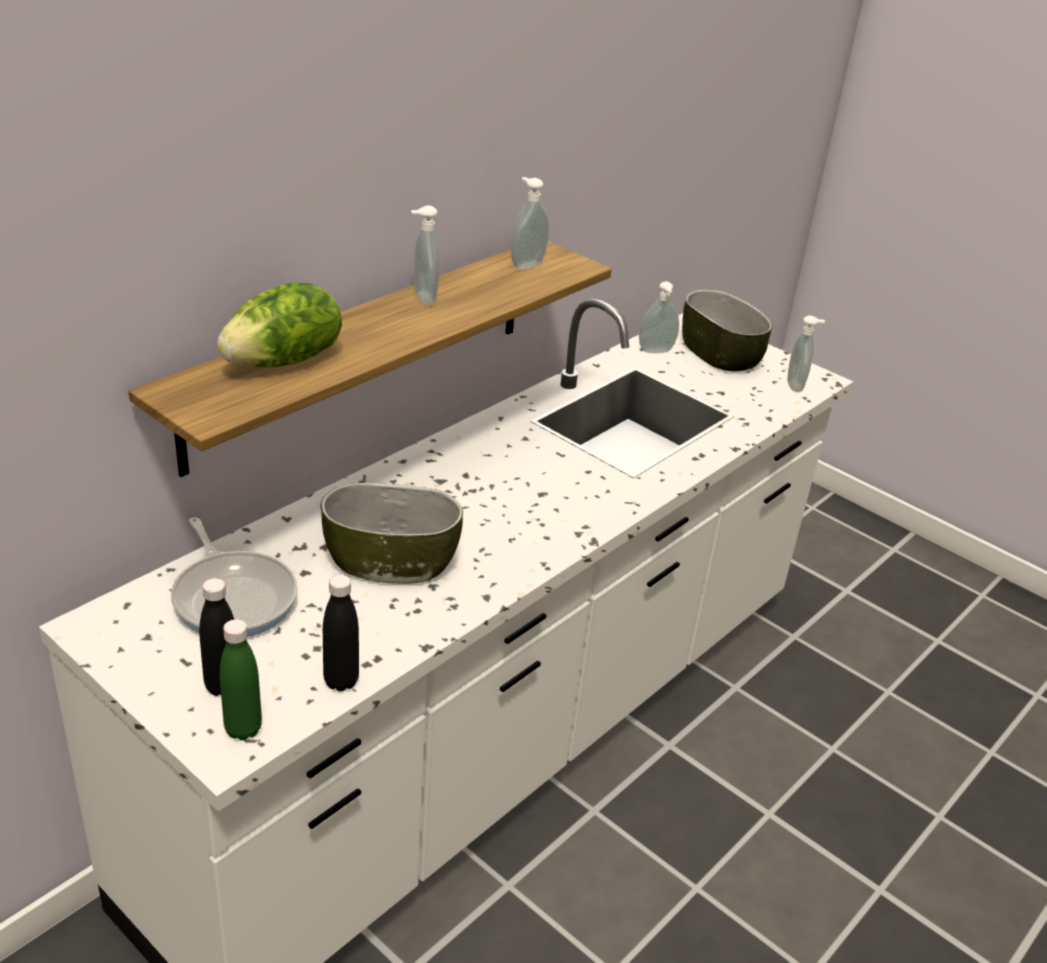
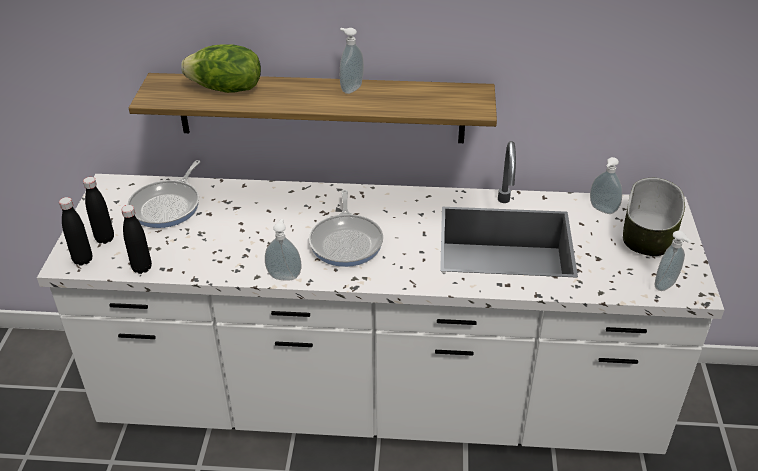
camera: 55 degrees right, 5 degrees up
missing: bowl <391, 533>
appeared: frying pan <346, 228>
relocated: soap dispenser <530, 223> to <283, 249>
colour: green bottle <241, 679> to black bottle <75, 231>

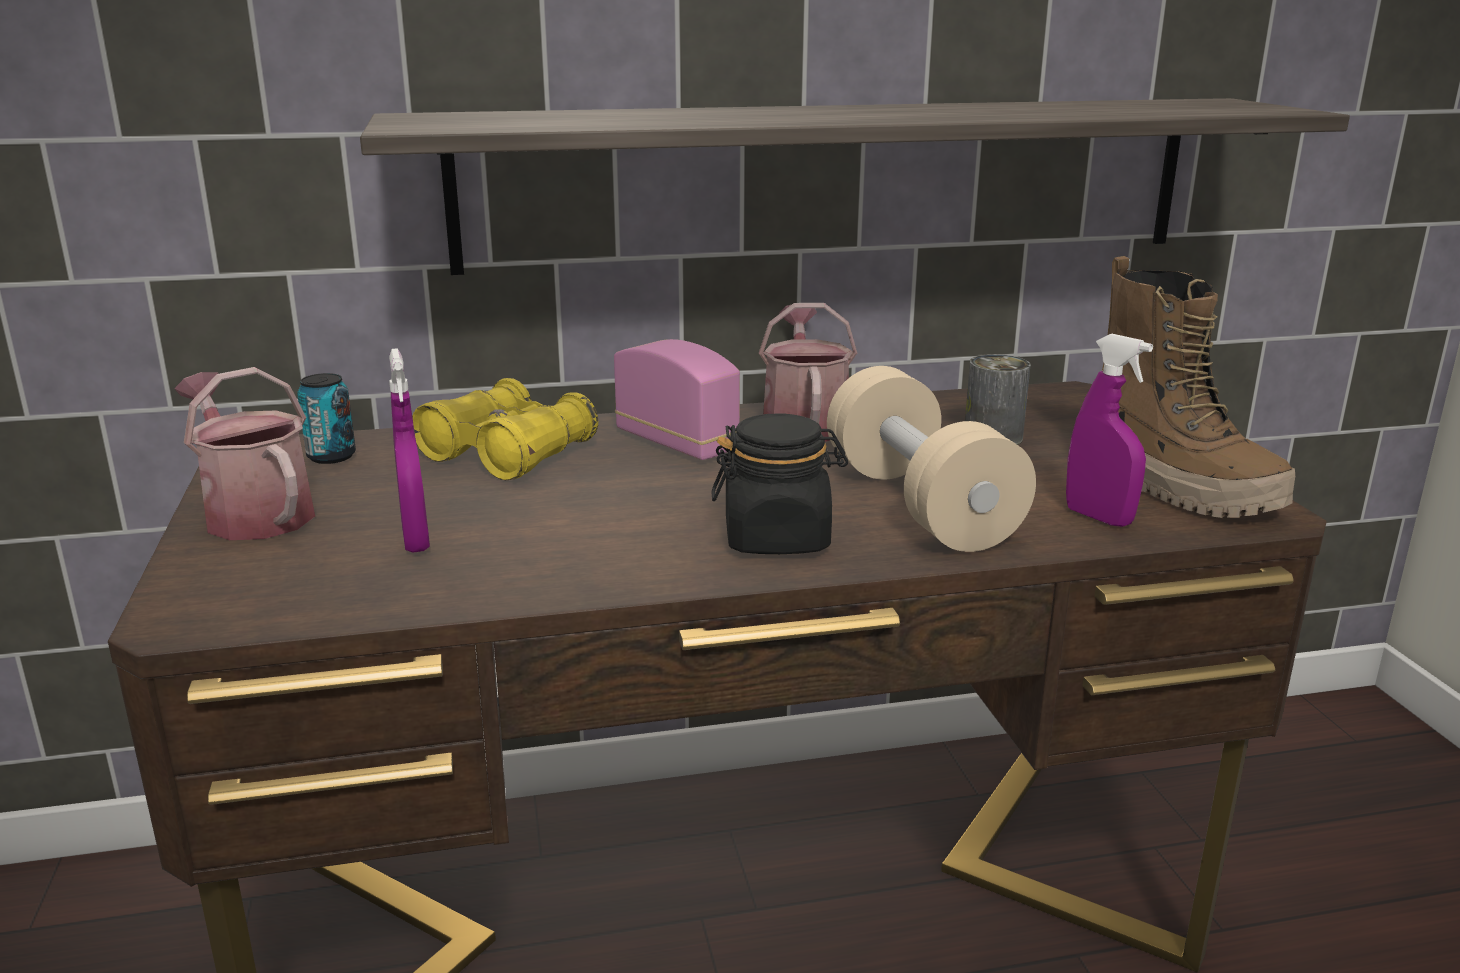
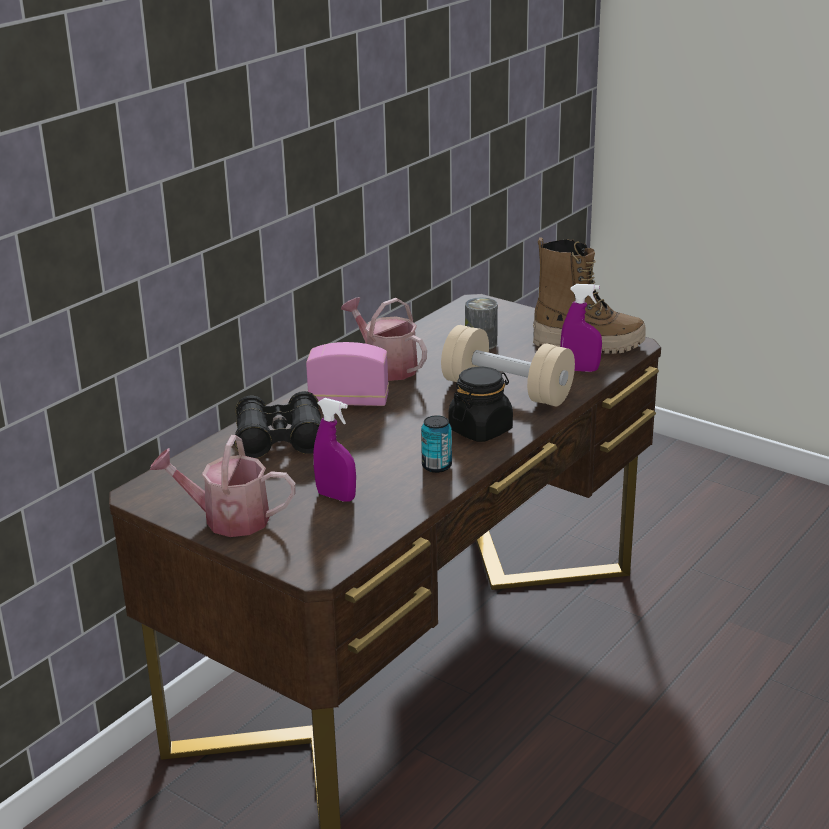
camera: 40 degrees left, 5 degrees up
missing: shelf <855, 186>
relocated: can <326, 418> to <436, 444>
colour: yellow binoculars <505, 429> to black binoculars <277, 424>

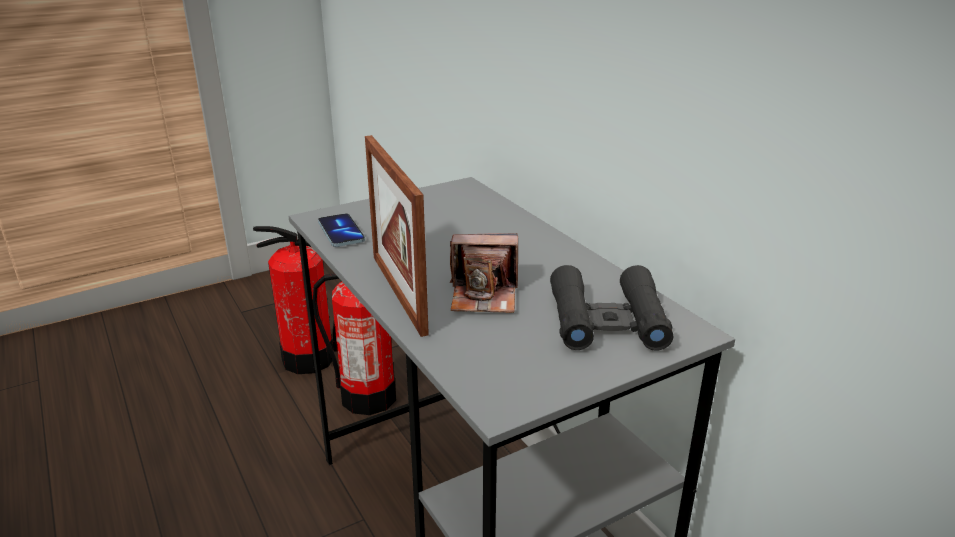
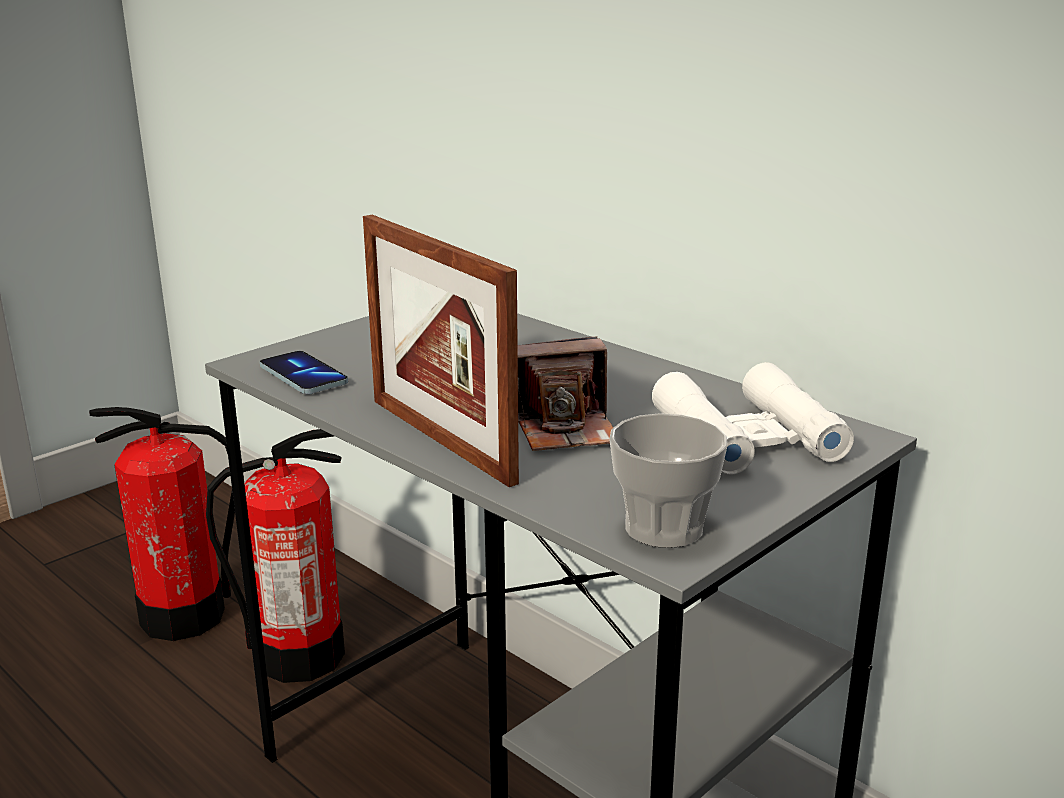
camera: 15 degrees left, 5 degrees down
appeared: cup <668, 480>
colour: black binoculars <611, 308> to white binoculars <753, 418>

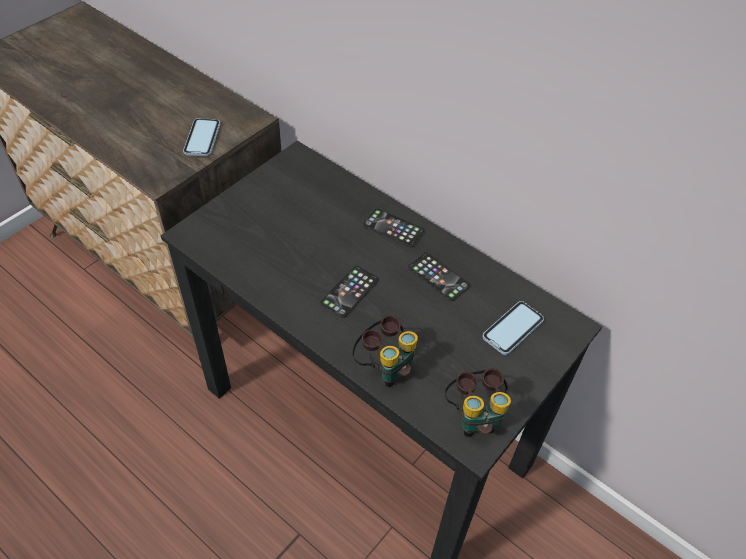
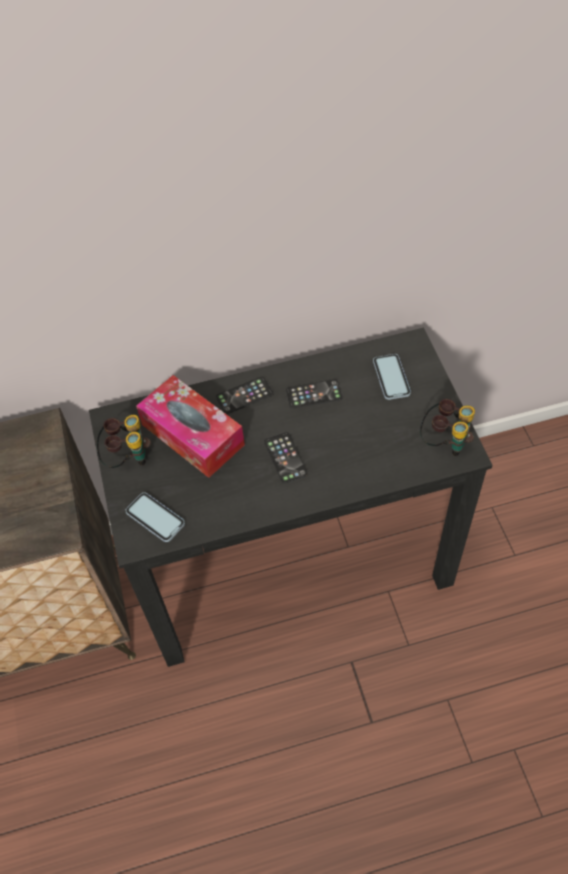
camera: 50 degrees left, 5 degrees up
appeared: tissue box <190, 426>
relocated: phone <201, 137> to <155, 517>; binoculars <385, 351> to <123, 441>

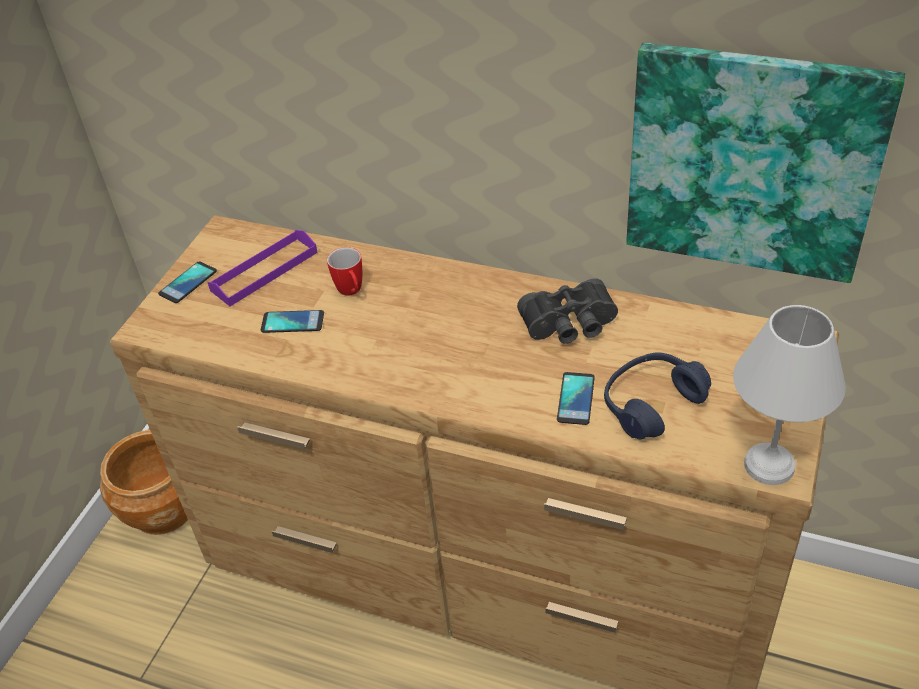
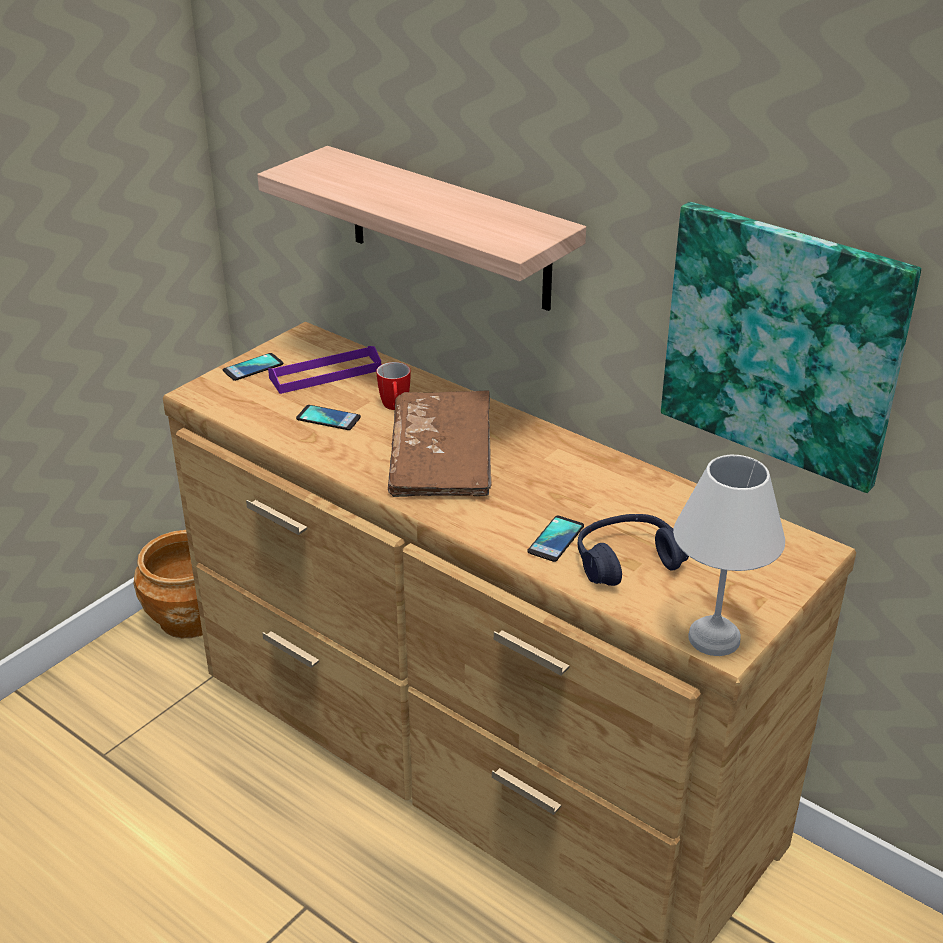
camera: 15 degrees right, 10 degrees down
missing: black binoculars <567, 310>
appeared: shelf <421, 228>; brown book <440, 443>

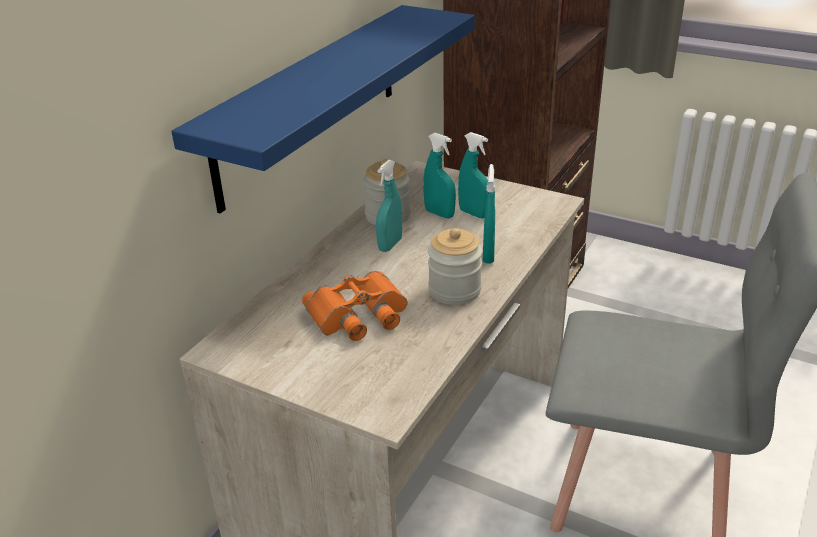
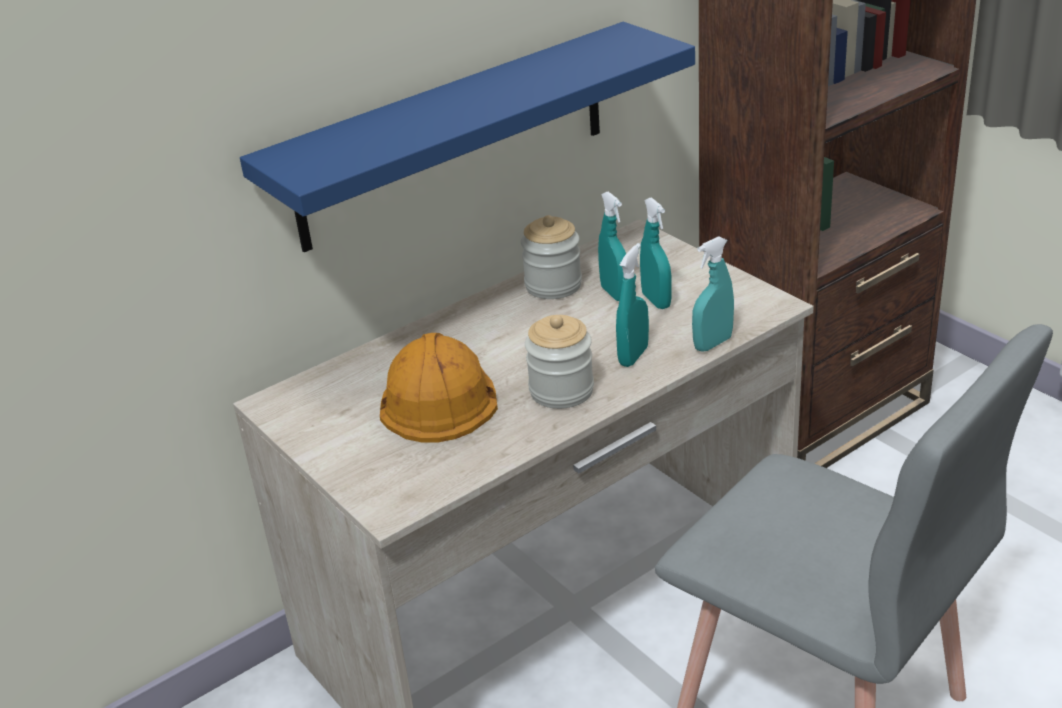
camera: 25 degrees right, 0 degrees up
relocated: turquoise spray bottle <389, 206> to <713, 294>
exchanged: orange binoculars <355, 306> to orange hard hat <439, 387>

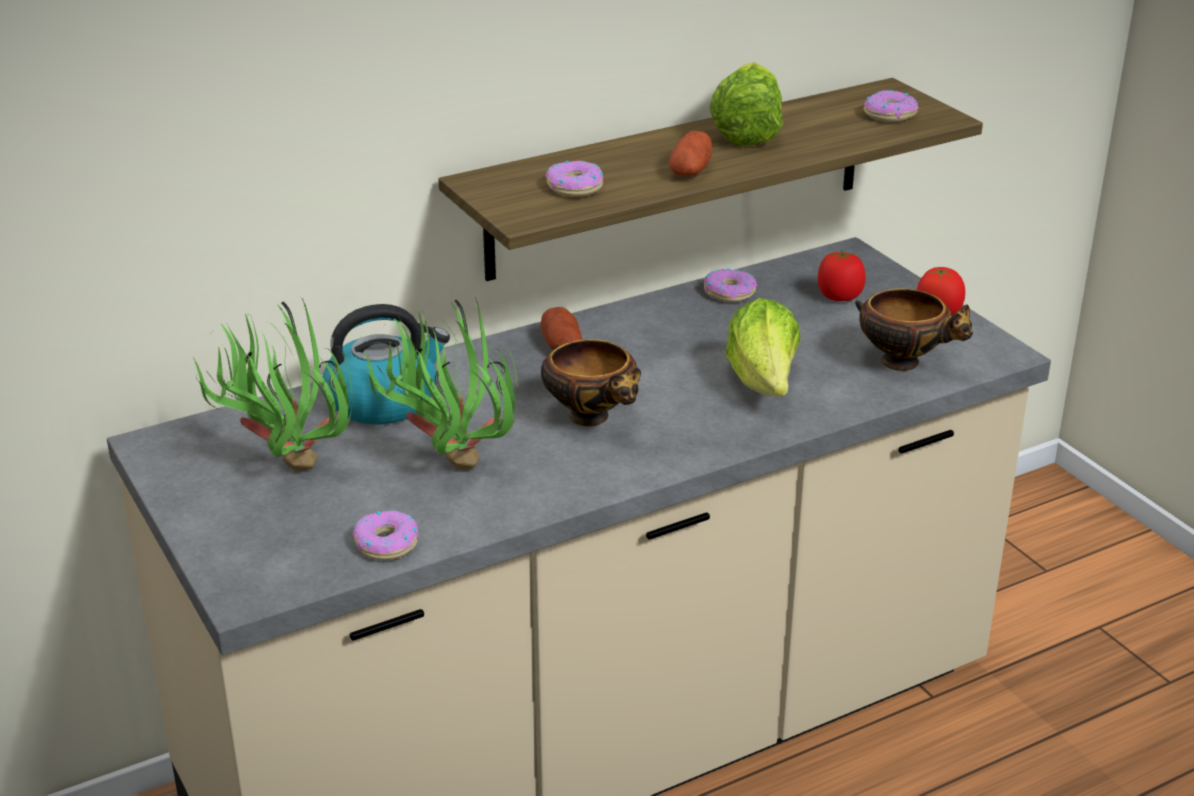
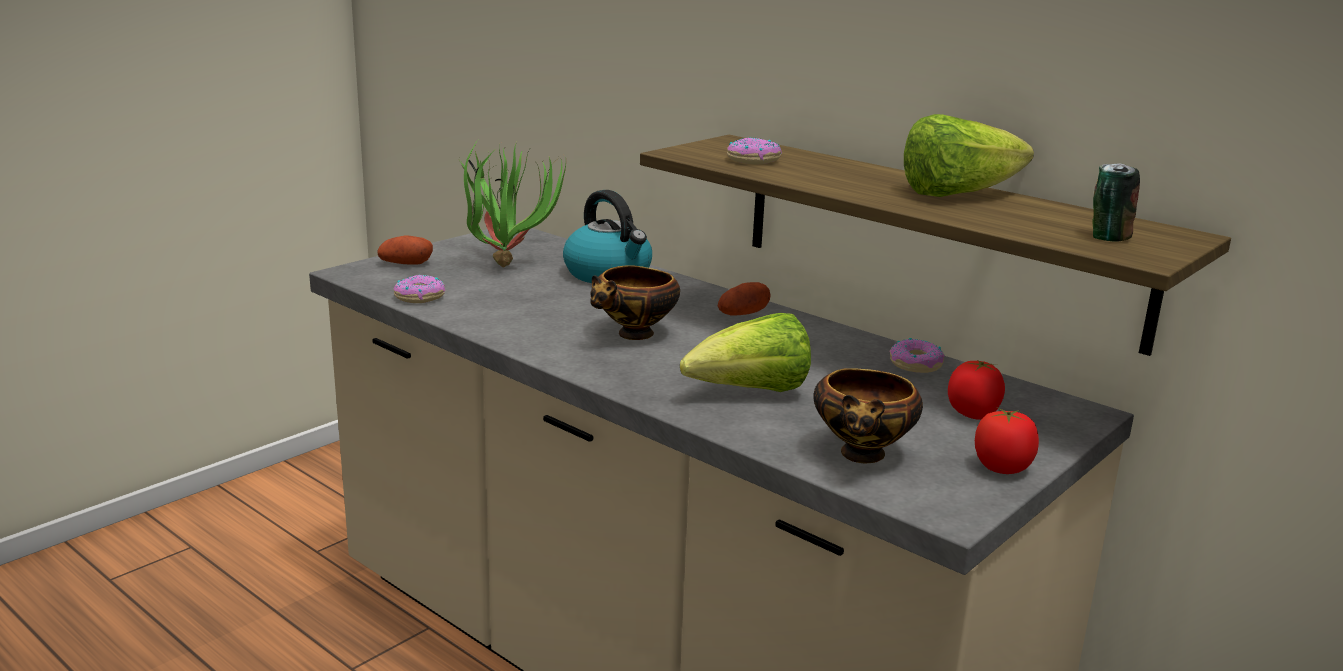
camera: 70 degrees right, 10 degrees down
missing: potted plant <441, 383>
relocated: potato <690, 153> to <405, 250>
exchanged: donut <891, 106> to can <1116, 202>

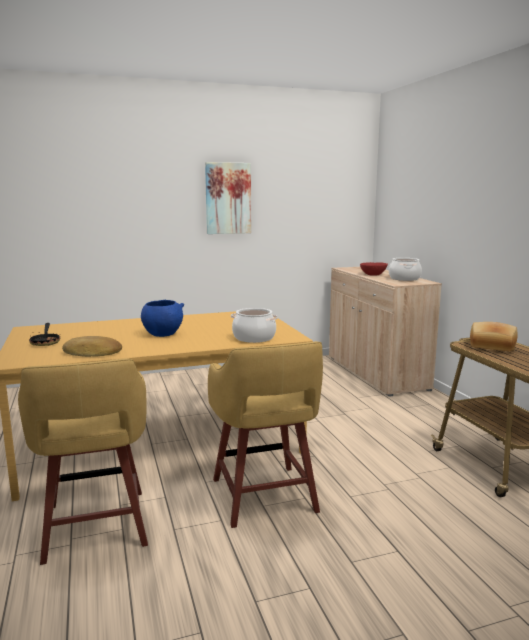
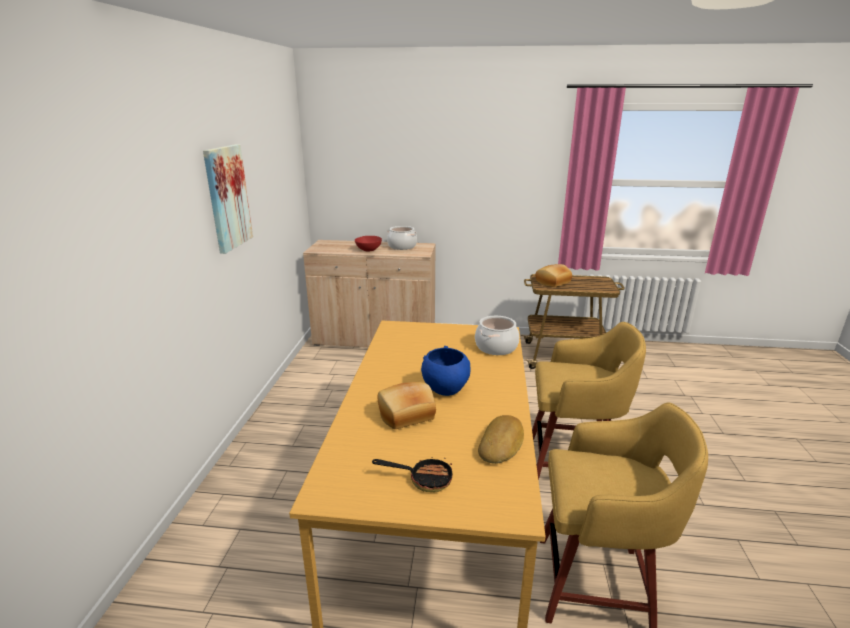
camera: 65 degrees left, 10 degrees up
appeared: bread <407, 405>

